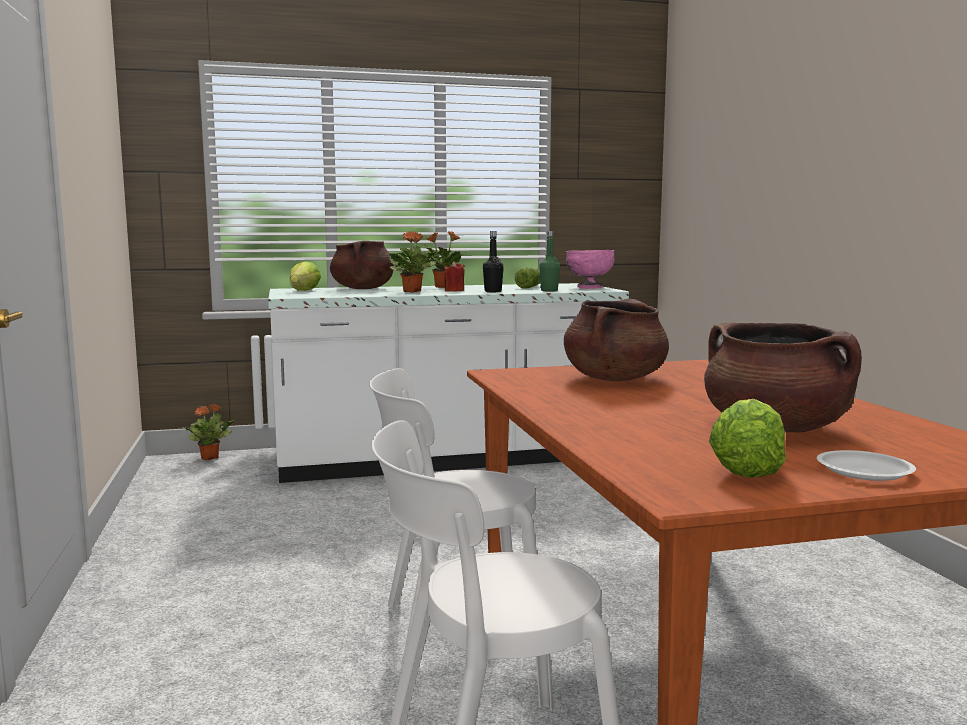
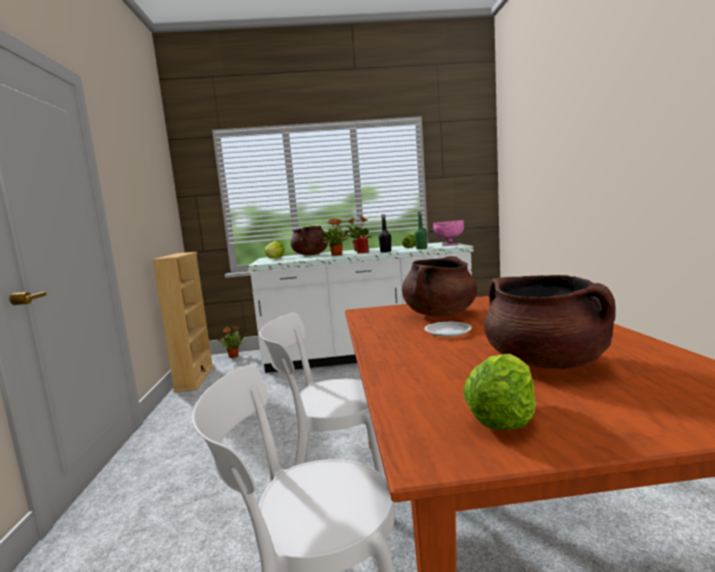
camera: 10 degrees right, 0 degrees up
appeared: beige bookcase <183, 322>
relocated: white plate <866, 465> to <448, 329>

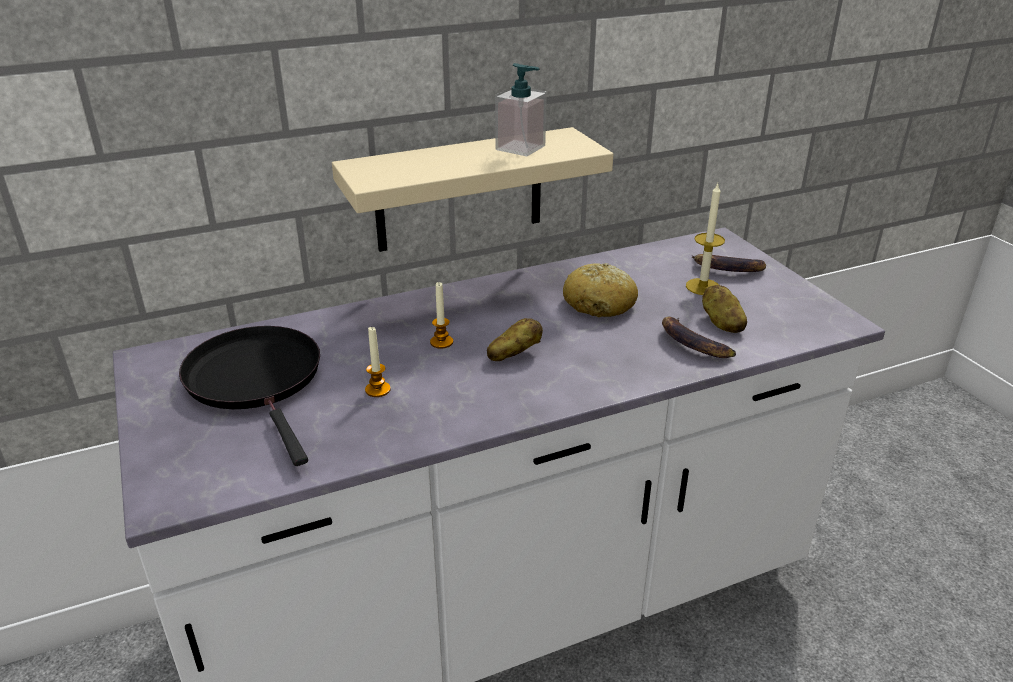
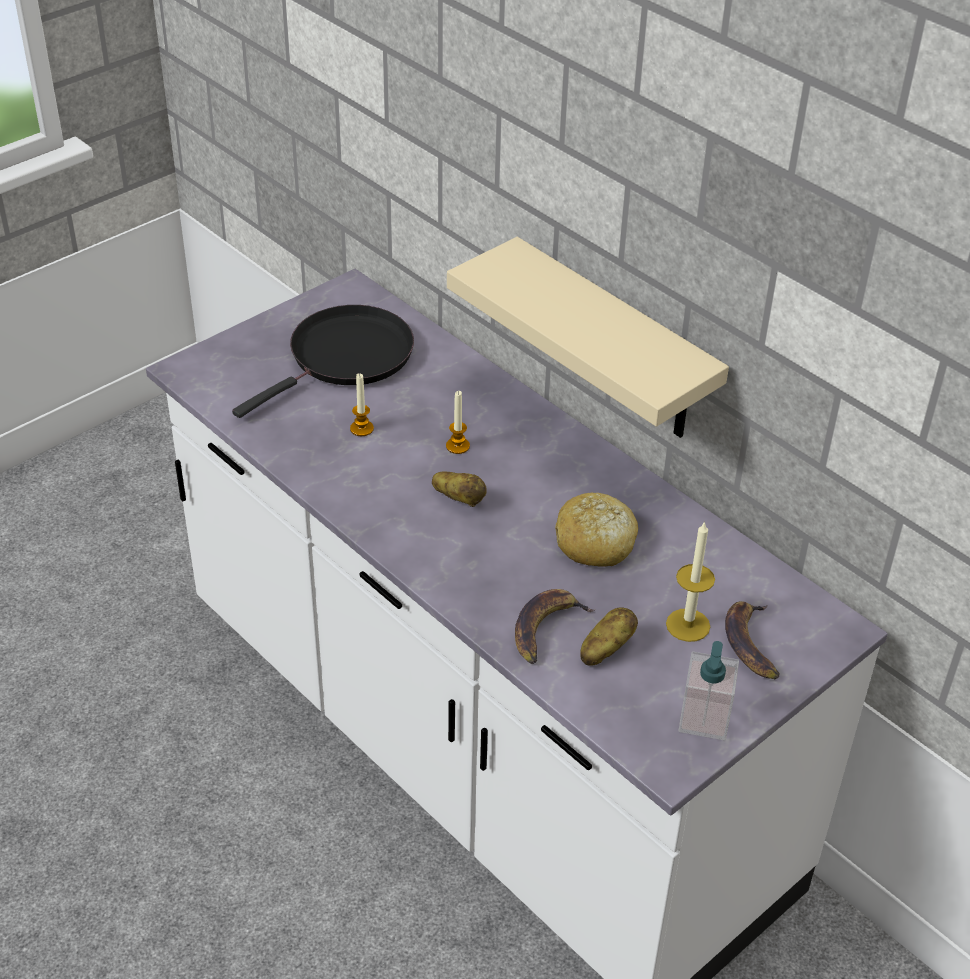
camera: 70 degrees right, 10 degrees up
relocated: soap dispenser <521, 109> to <709, 690>

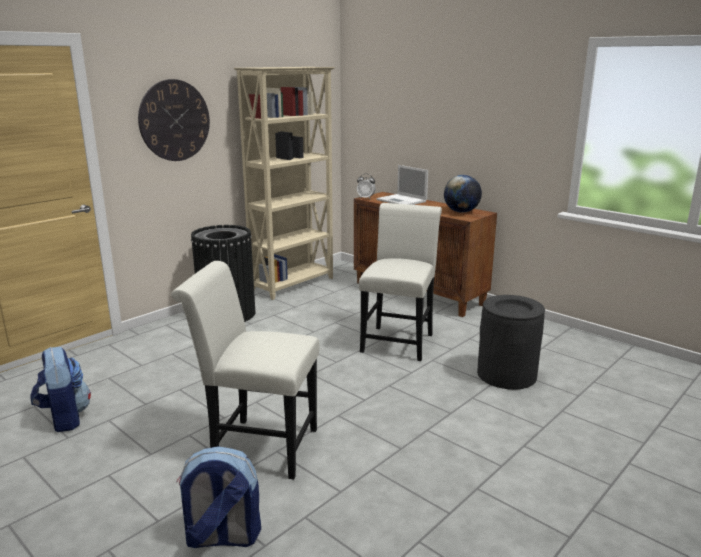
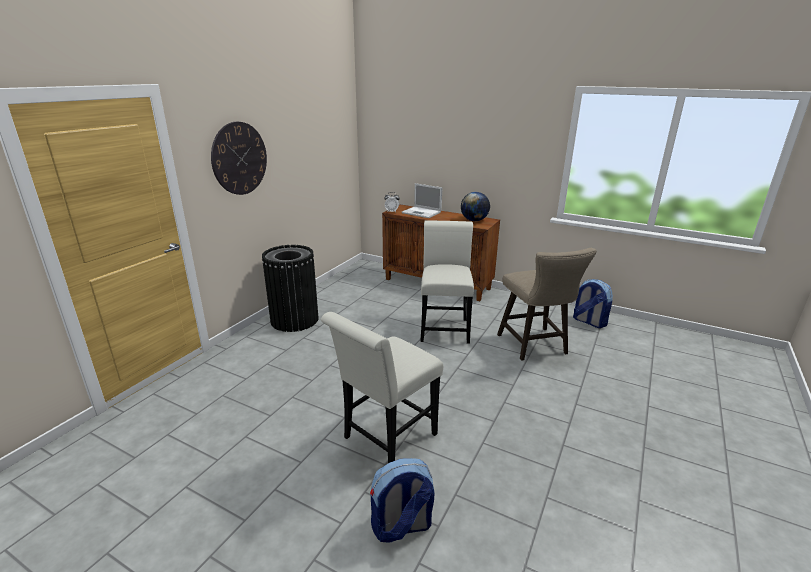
camera: 15 degrees left, 5 degrees up
missing: beige bookcase <284, 183>
relocated: backpack <60, 389> to <593, 303>
exchanged: black trash can <511, 342> to beige stool <547, 304>
spun: white chair <245, 370> = <382, 387> 45 degrees counterclockwise

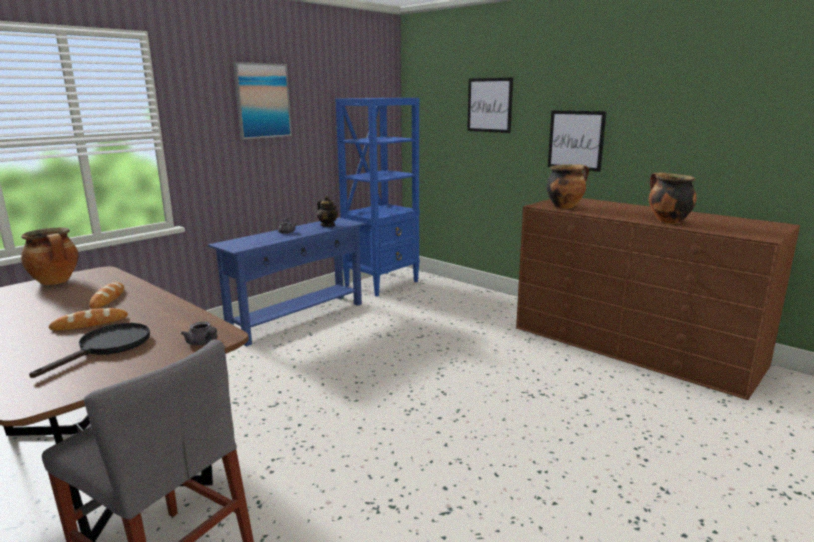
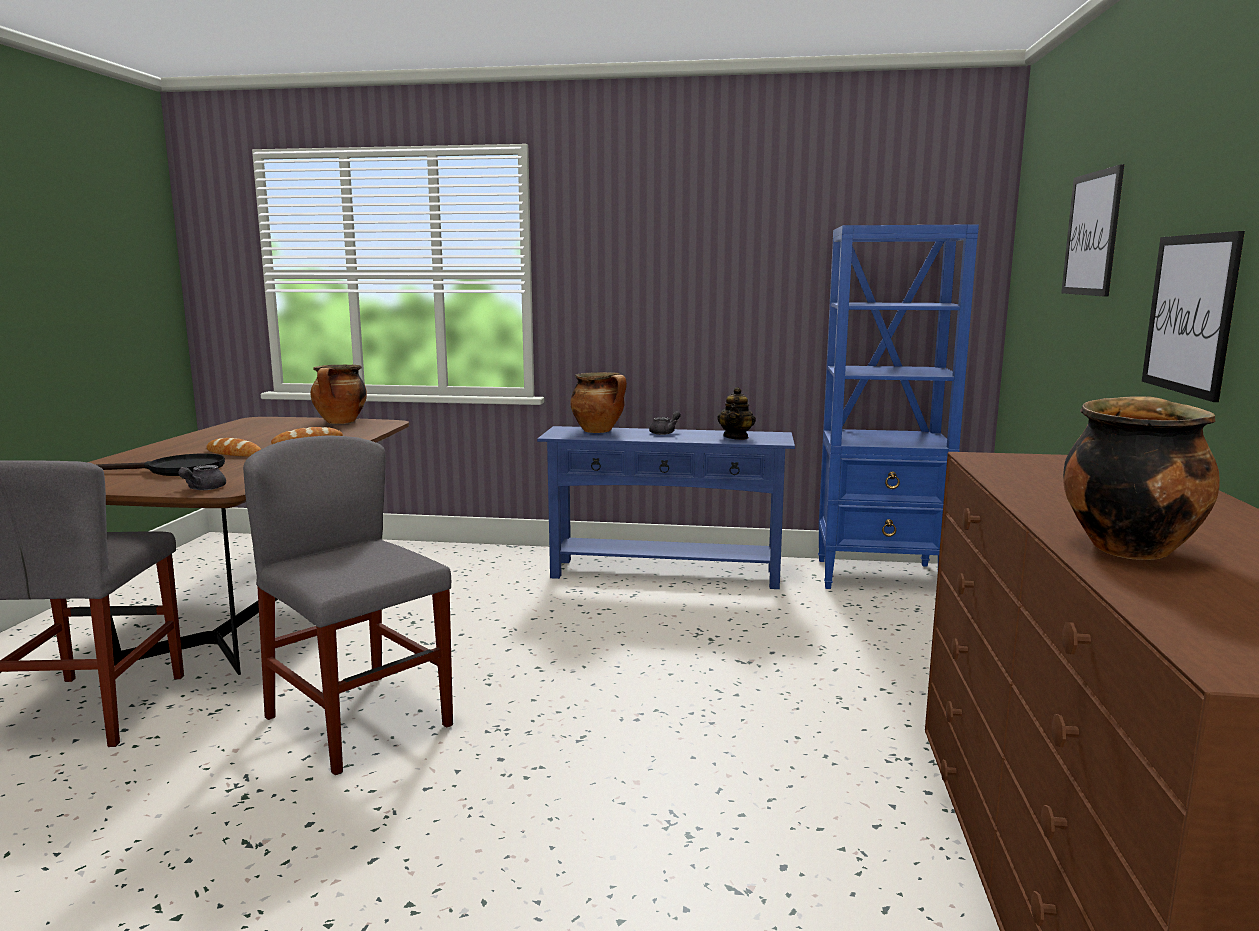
camera: 55 degrees right, 5 degrees down
missing: picture <262, 100>
appeared: grey chair <348, 605>
relocated: cooking pot <567, 186> to <598, 402>

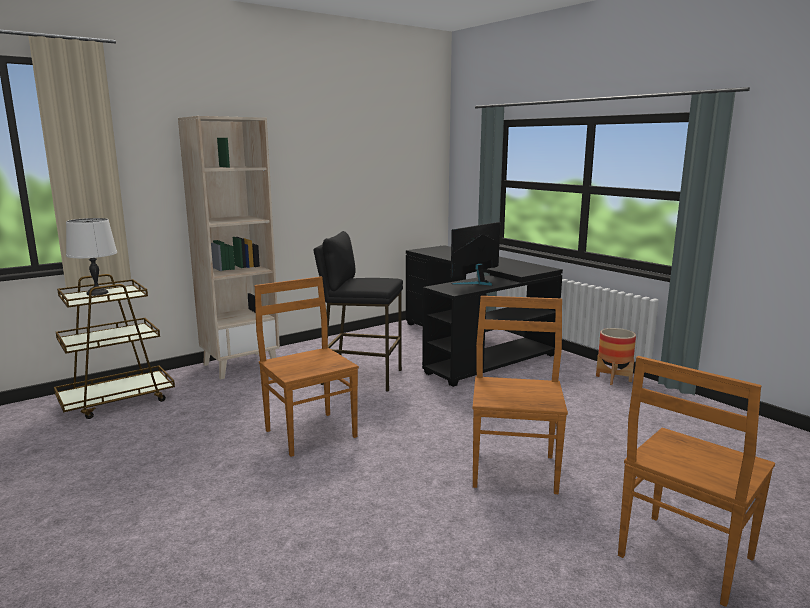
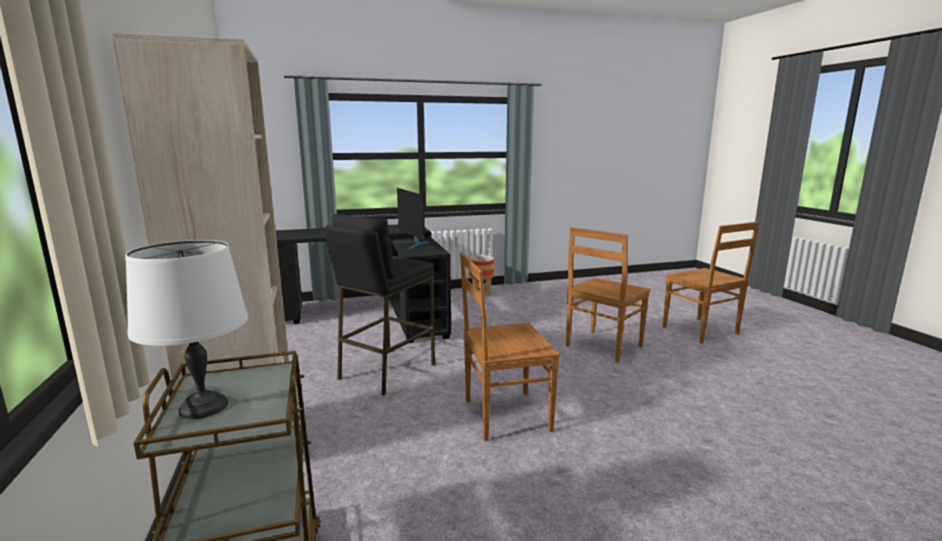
camera: 70 degrees left, 0 degrees up
spun: brown chair <520, 395> = <608, 295> 75 degrees counterclockwise

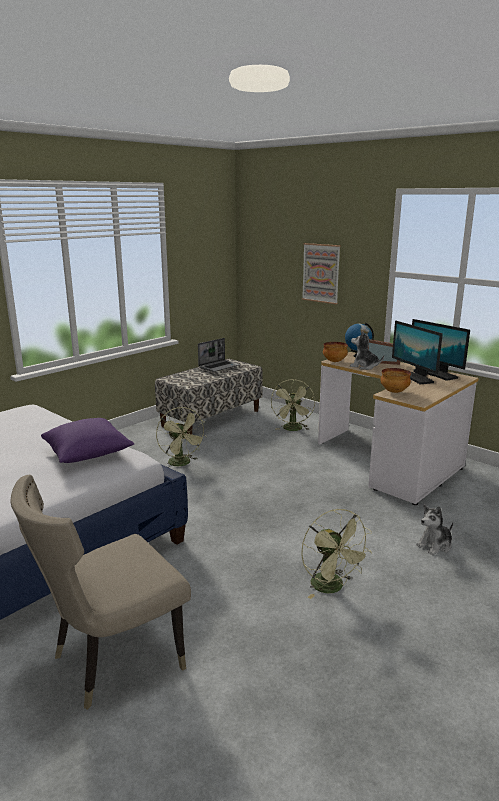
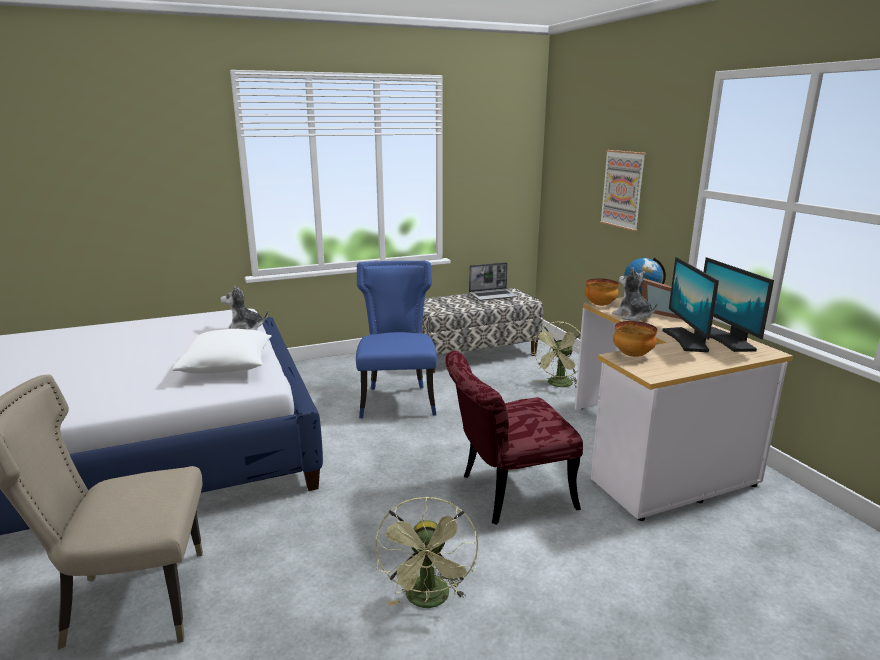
camera: 25 degrees right, 0 degrees up
appeared: red chair <514, 438>
relocated: plush toy <434, 529> to <244, 308>
exchanged: green fan <181, 437> to blue chair <396, 339>
colour: purple pillow <87, 440> to white pillow <222, 351>

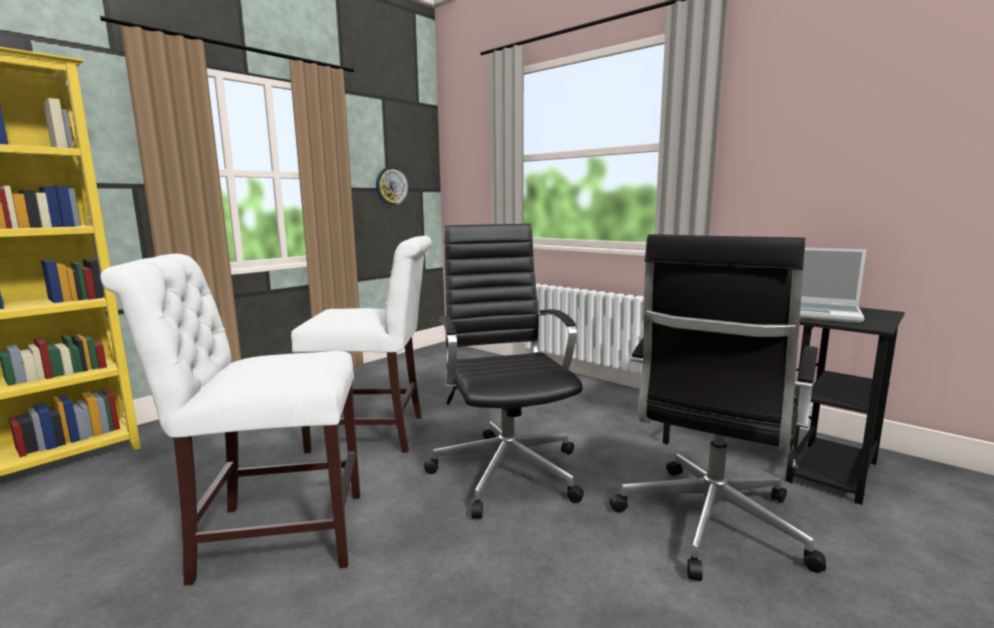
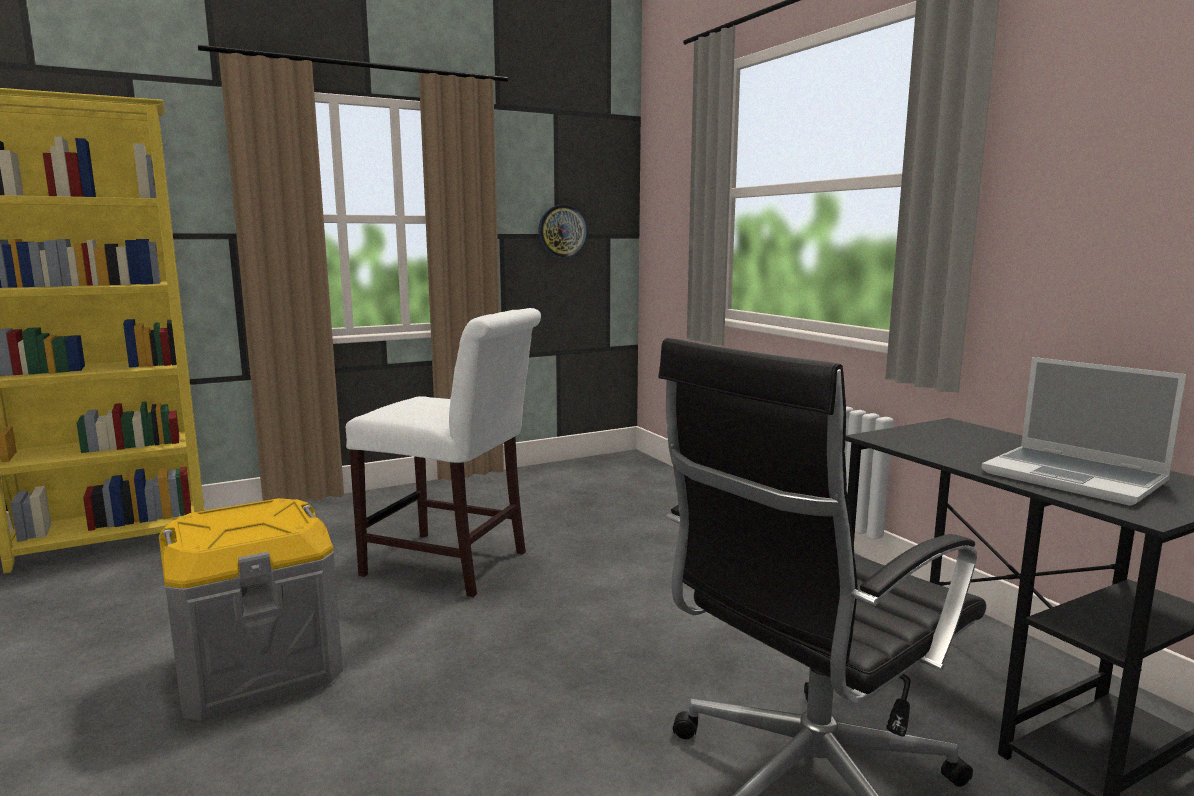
camera: 20 degrees right, 0 degrees up
missing: black office chair <504, 371>
exchanged: white chair <230, 420> to grey storage box <251, 609>

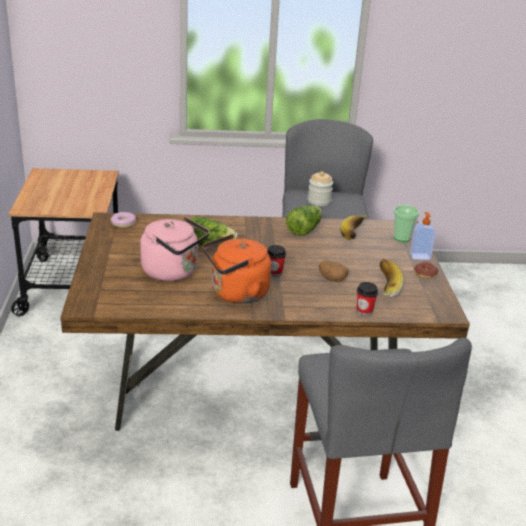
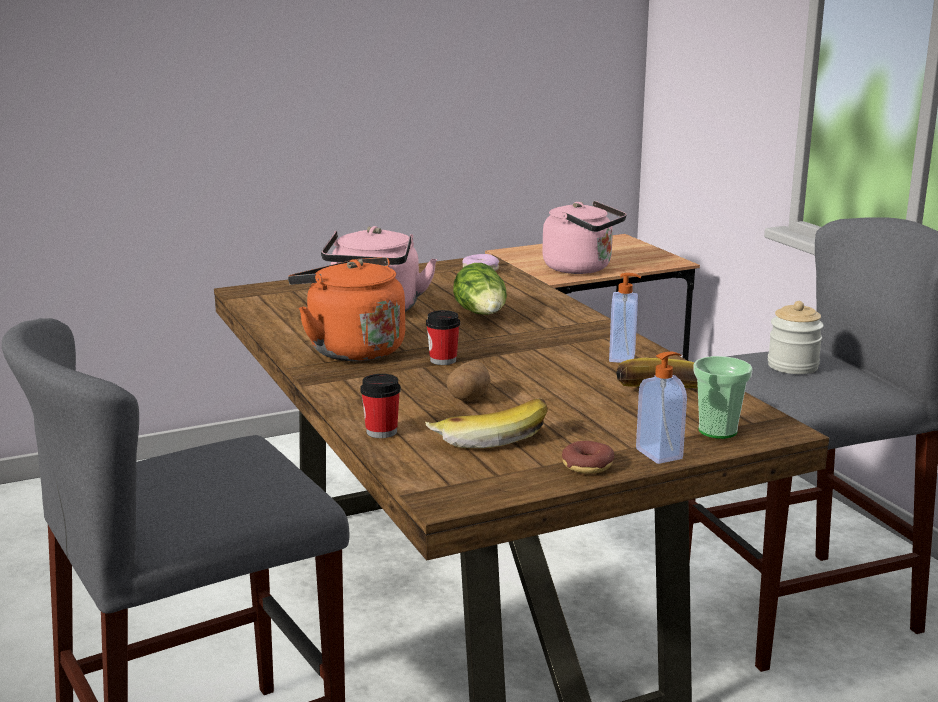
camera: 70 degrees right, 10 degrees down
appeared: pink kettle <584, 237>
exchanged: lettuce <304, 220> to soap dispenser <625, 318>

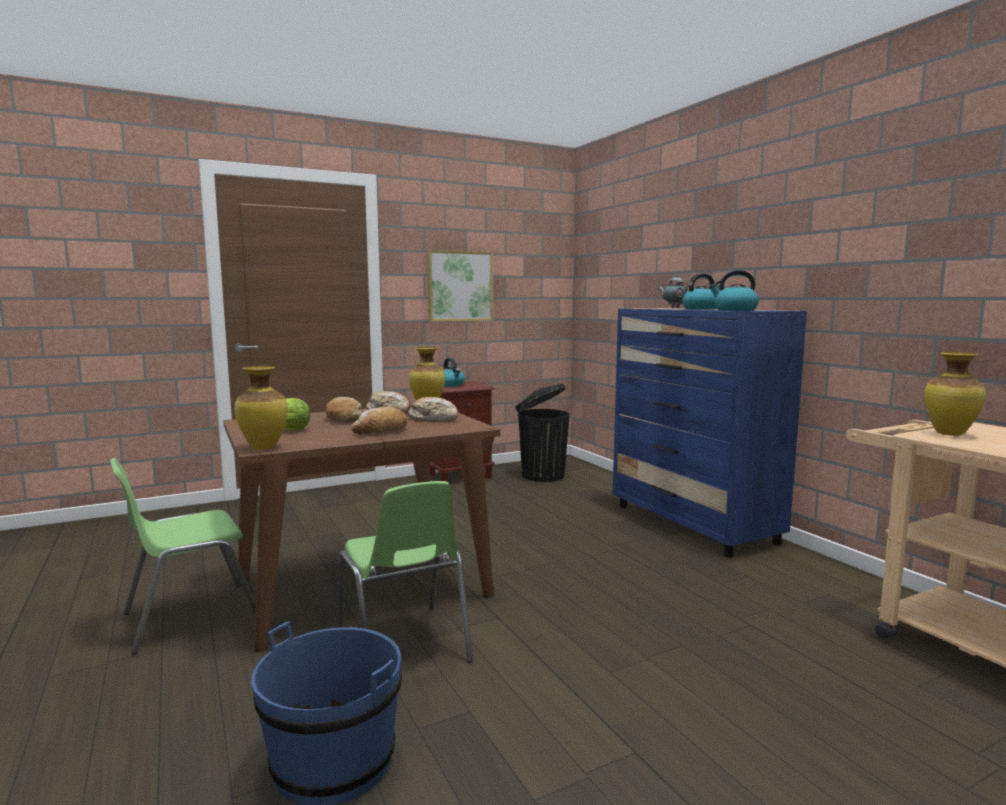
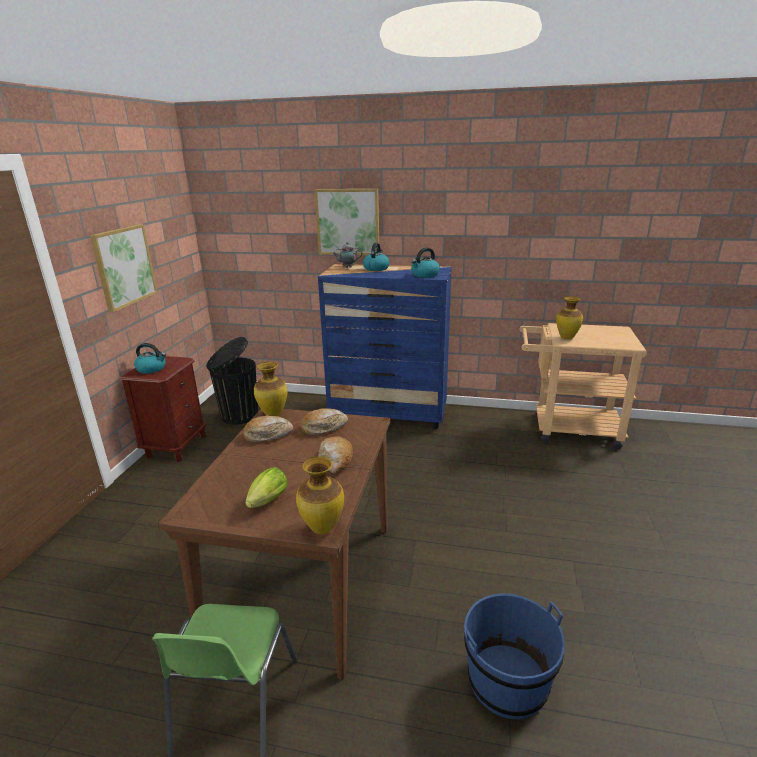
camera: 50 degrees left, 15 degrees up
missing: bread <344, 409>; green chair <405, 572>
appeared: picture <346, 222>

